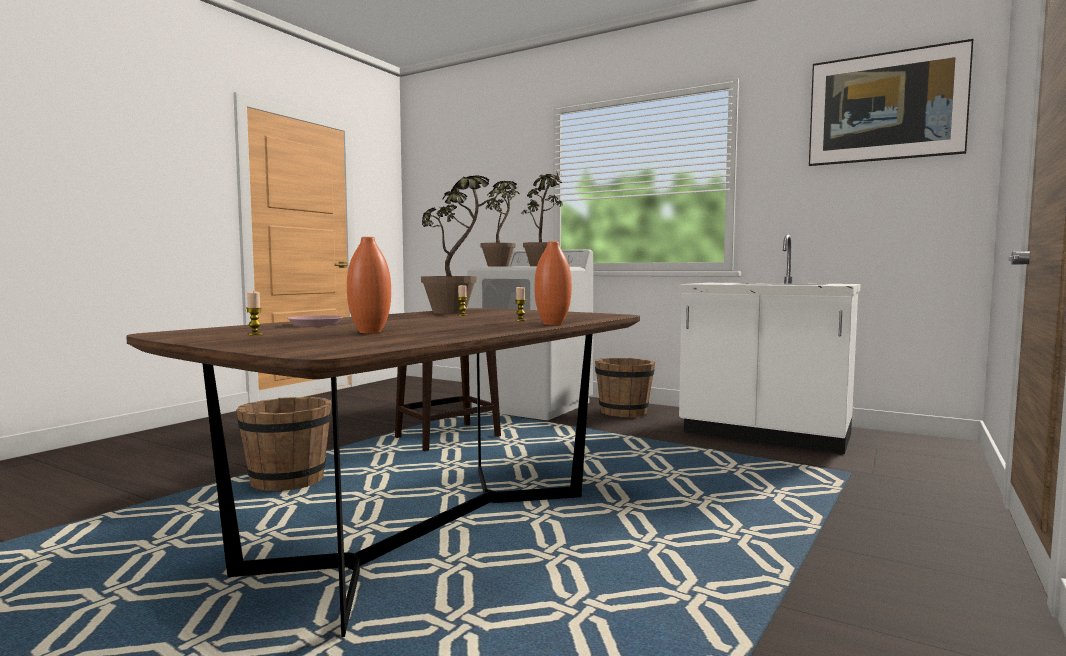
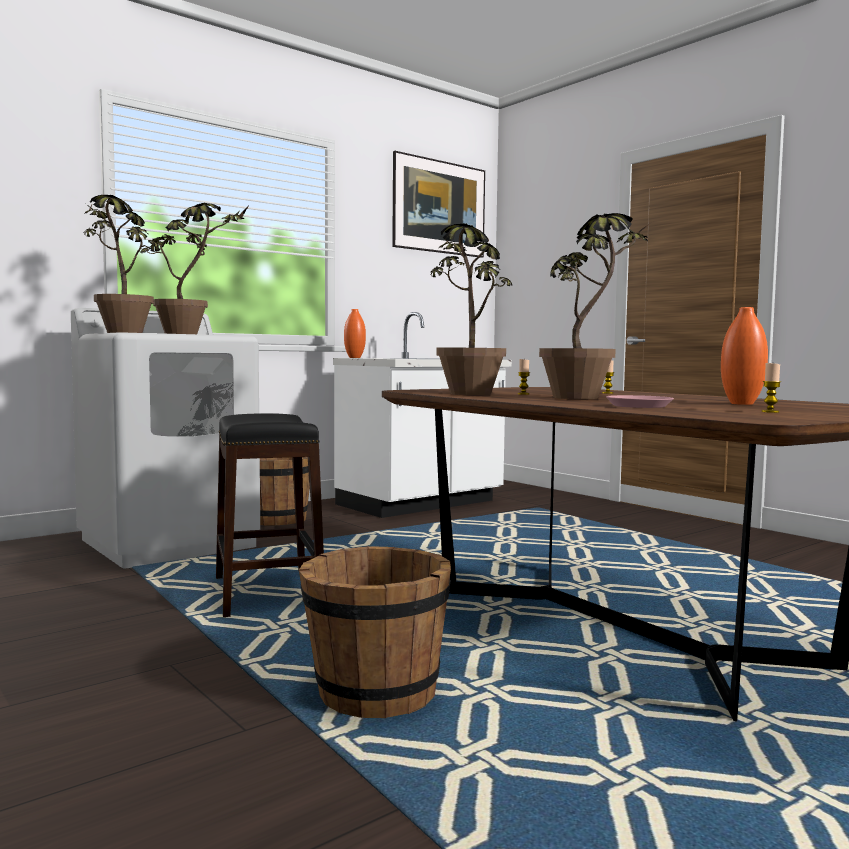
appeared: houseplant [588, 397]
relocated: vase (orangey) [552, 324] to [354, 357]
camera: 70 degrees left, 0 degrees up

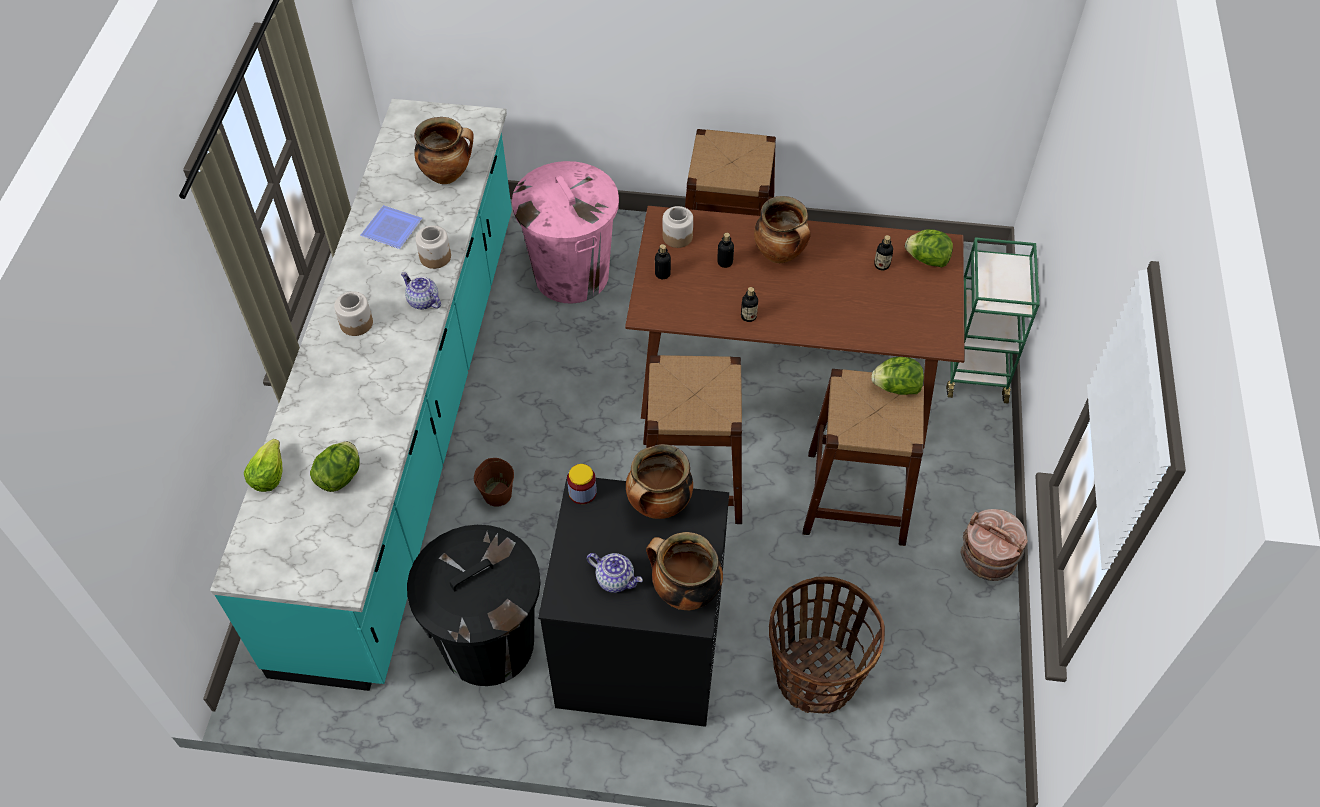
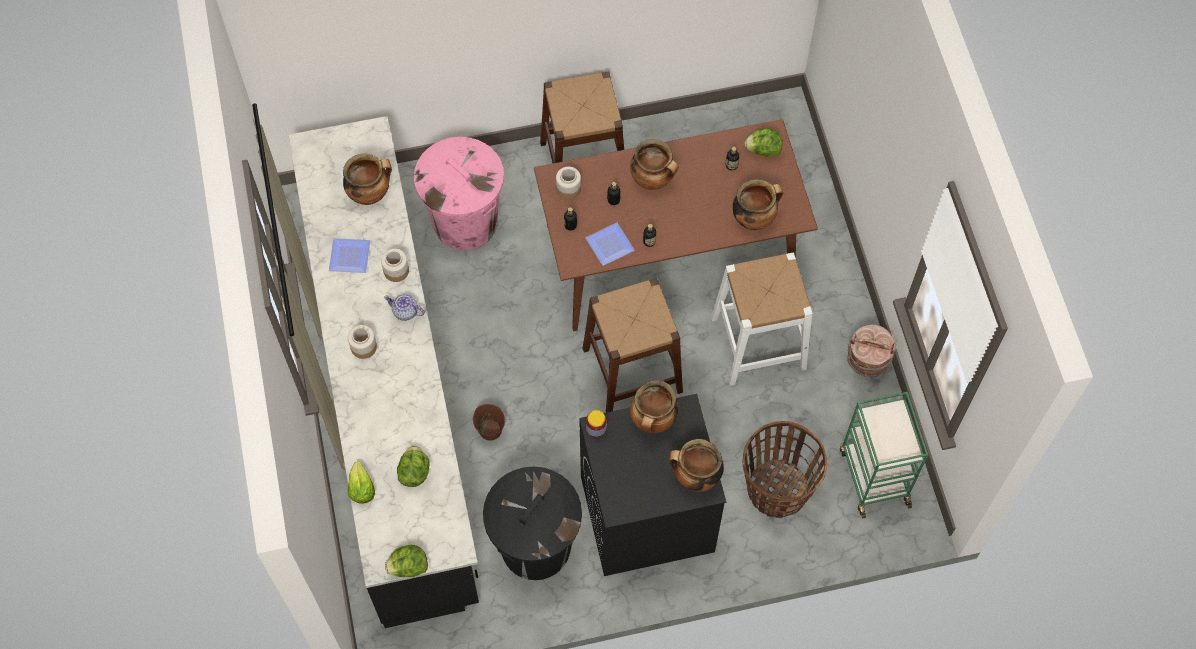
missing: teapot [616, 579]
appeared: saucepot [754, 218]; plate [610, 243]
relocated: trolley (greenish) [975, 364] to [873, 475]; head of lettuce [896, 387] to [408, 567]
colour: counter (turquoise-coloured) [408, 423] to counter (black) [393, 395]; stool seat (brownish) [855, 497] to stool seat (white-coloured) [758, 343]
camera: 20 degrees left, 10 degrees up

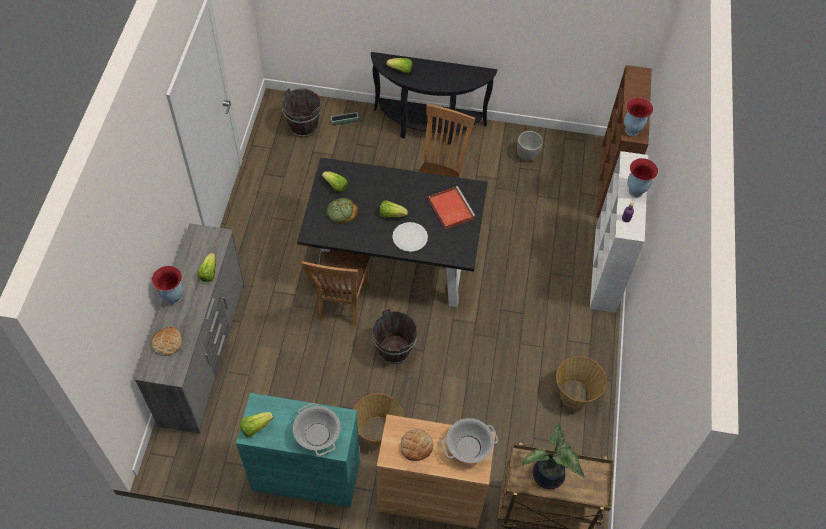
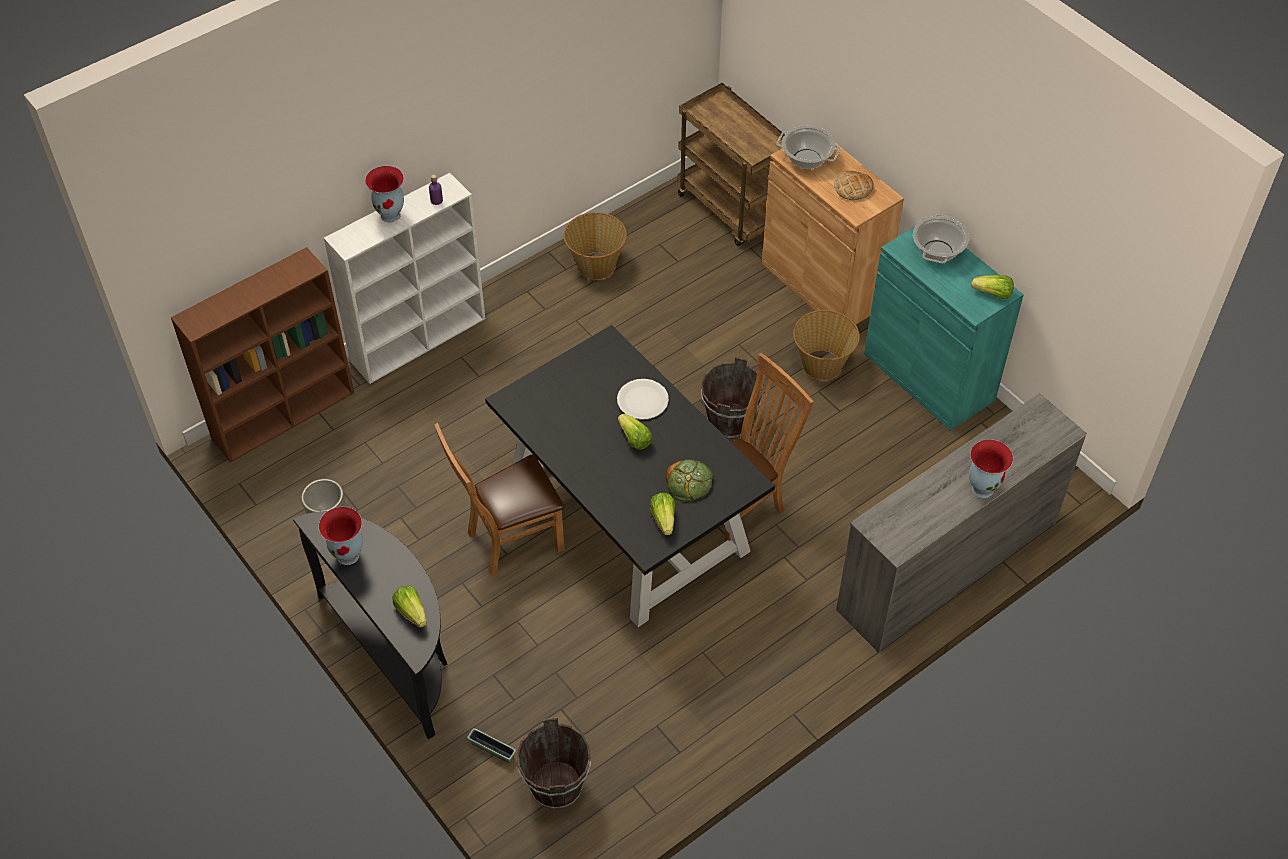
missing: tray (red-coloured) [450, 208]; head of lettuce [209, 272]; baked bread [167, 342]; houseplant [547, 477]
relocated: vase [631, 131] to [349, 555]
camera: 135 degrees left, 5 degrees down

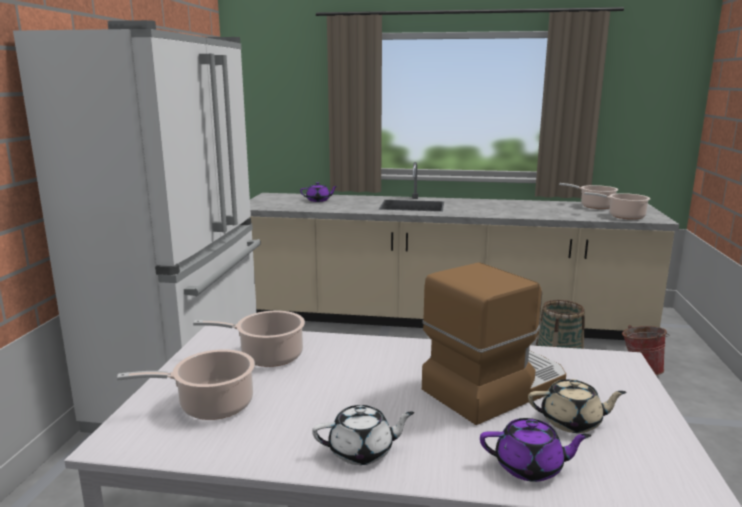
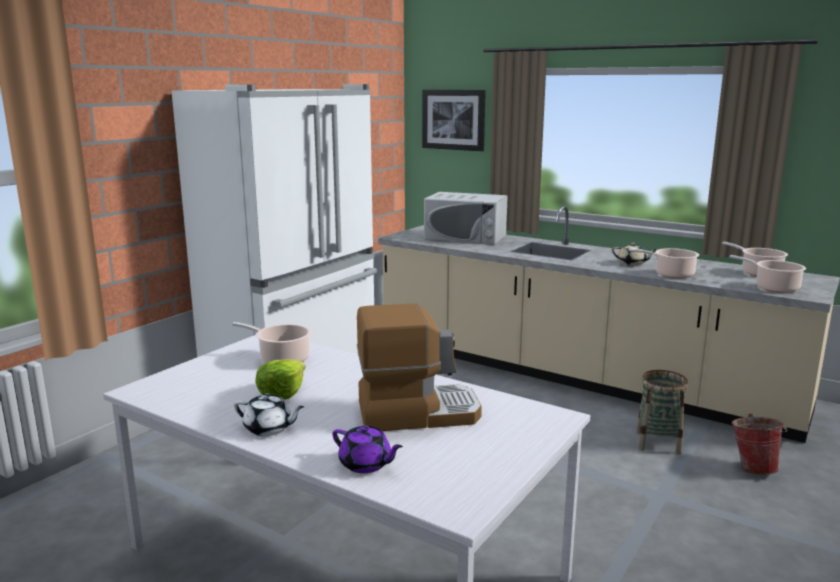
appeared: picture [453, 119]; head of lettuce [281, 393]
relocated: saucepot [211, 405] to [671, 274]; teapot (beige-coloured) [572, 422] to [632, 263]
exchanged: teapot (purplish) [318, 200] to microwave oven (white-coloured) [465, 237]
camera: 25 degrees right, 0 degrees up

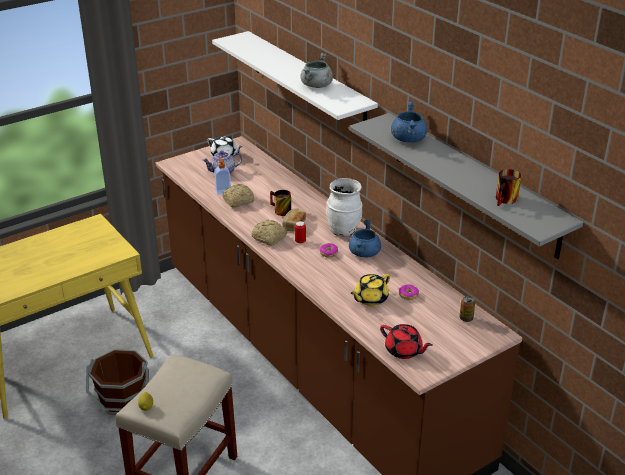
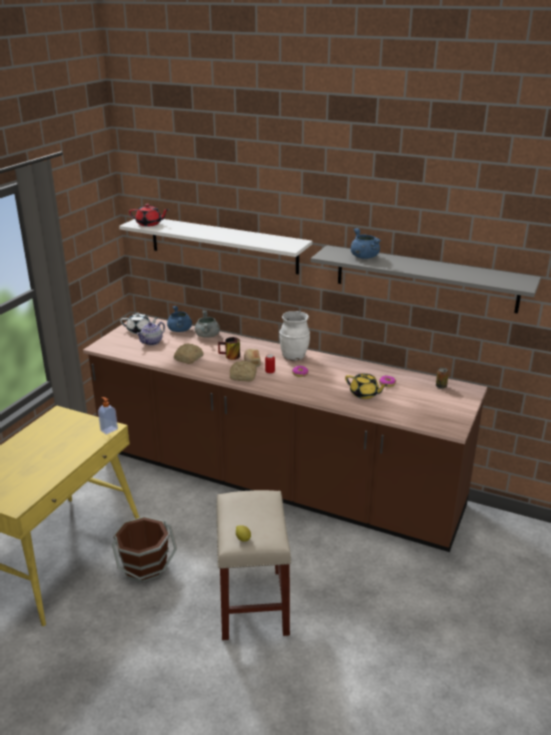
missing: mug [507, 200]
relocated: saucepot (gray) [316, 86] to [207, 336]; soap dispenser [223, 191] to [108, 430]; saucepot (blue) [364, 253] to [180, 330]; teapot (red-coloured) [404, 351] to [149, 224]
spun: teapot (yellow) [370, 299] = [364, 394] 75 degrees counterclockwise
camera: 30 degrees left, 5 degrees down

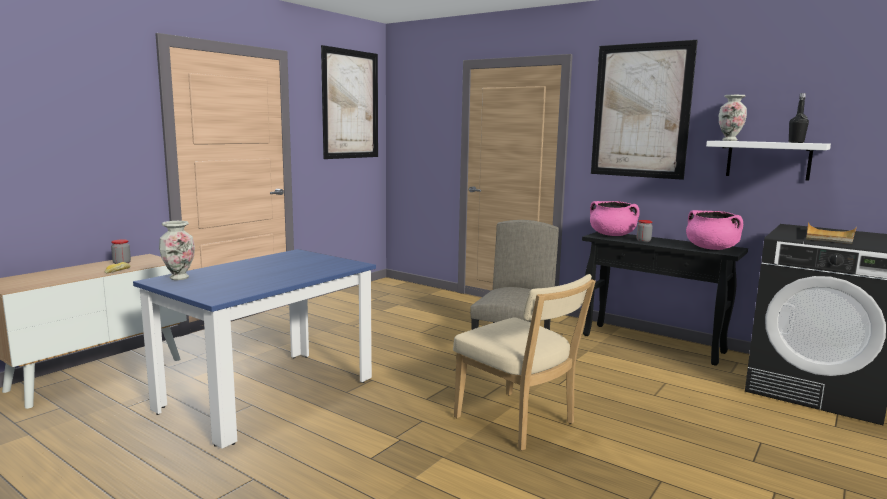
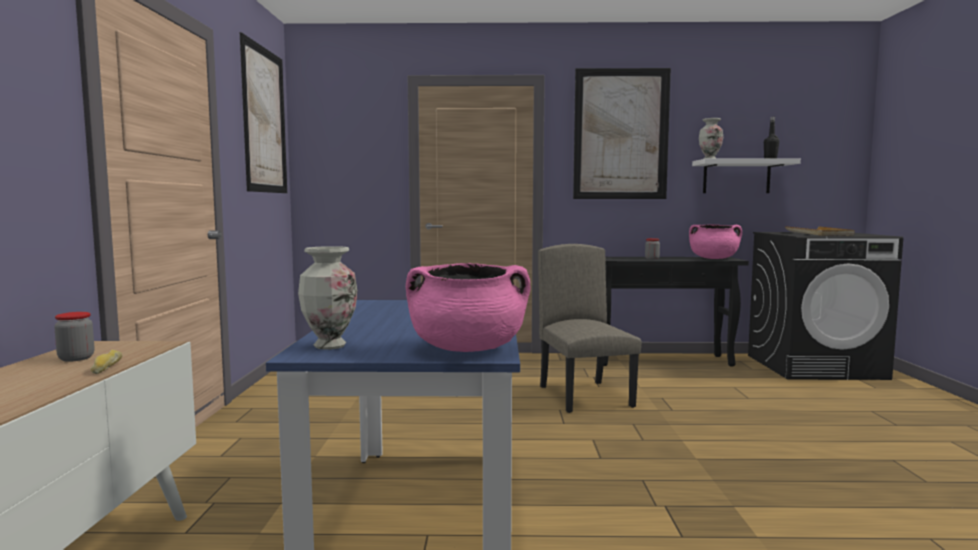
missing: upright chair (beige-coloured) [518, 422]
relocated: saucepot (pink-coloured) [612, 235] to [468, 349]
camera: 35 degrees left, 5 degrees down

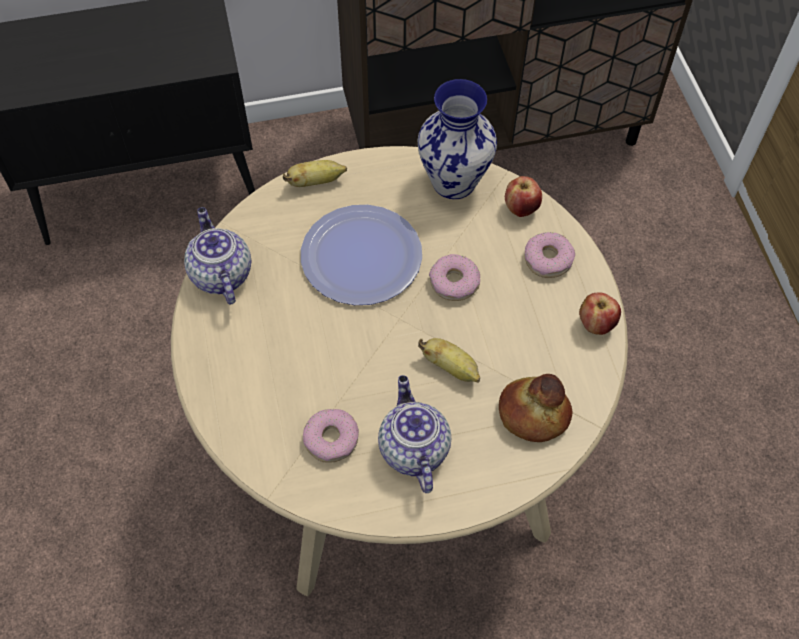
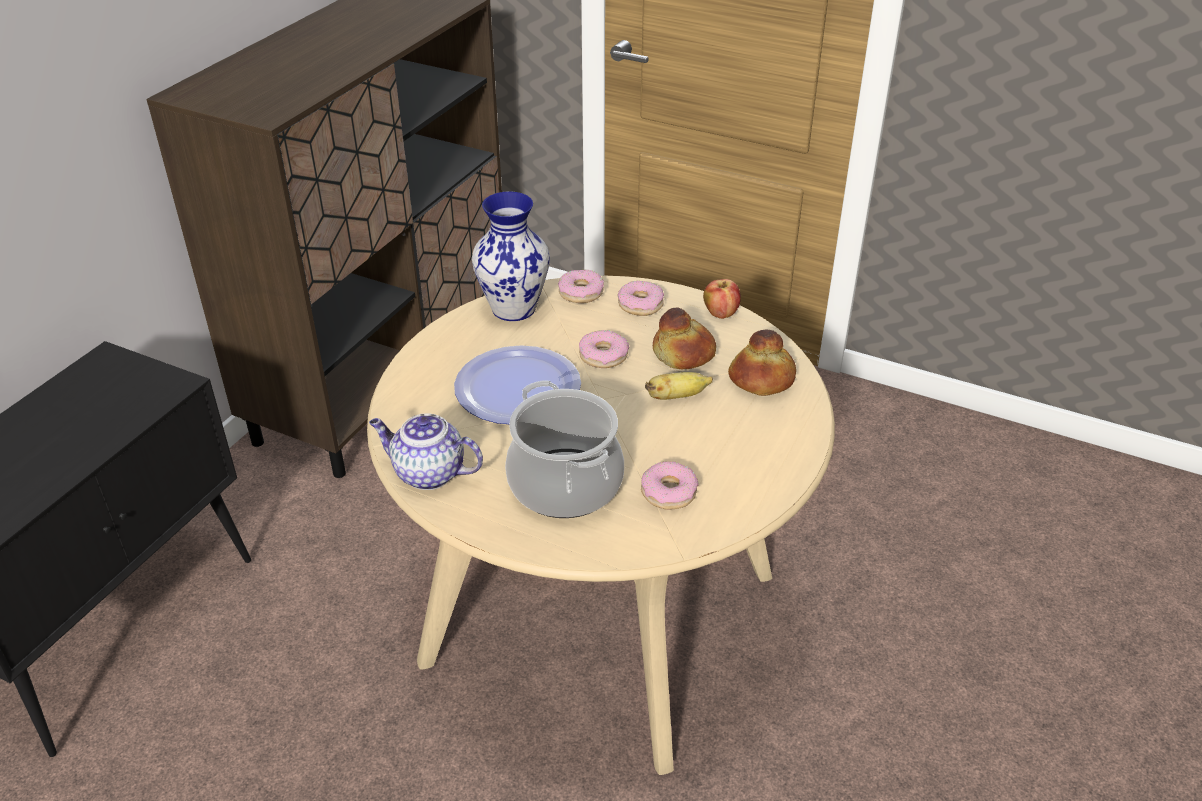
missing: whole banana [316, 182]; teapot [412, 448]
appeared: baked bread [682, 354]; saucepot [566, 484]
exchanged: apple fruit [521, 208] to donut [581, 292]
camera: 50 degrees left, 20 degrees down

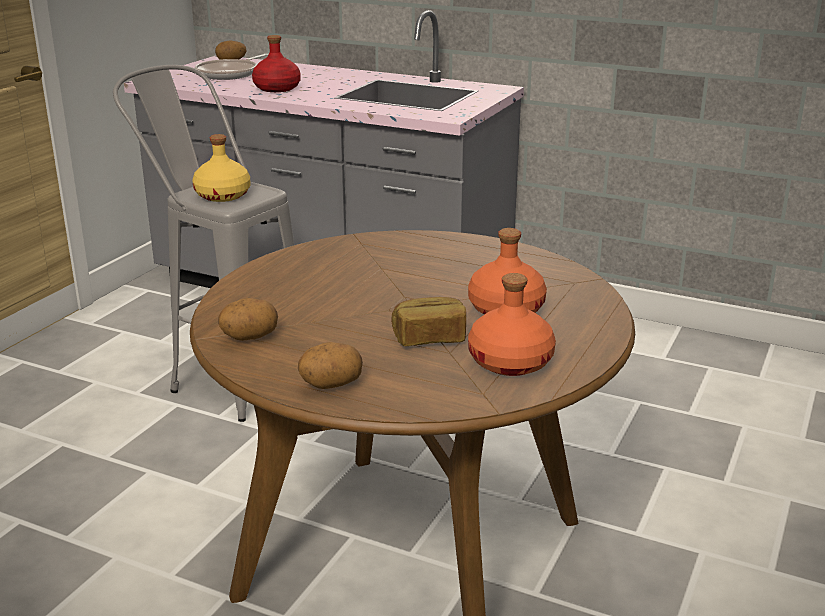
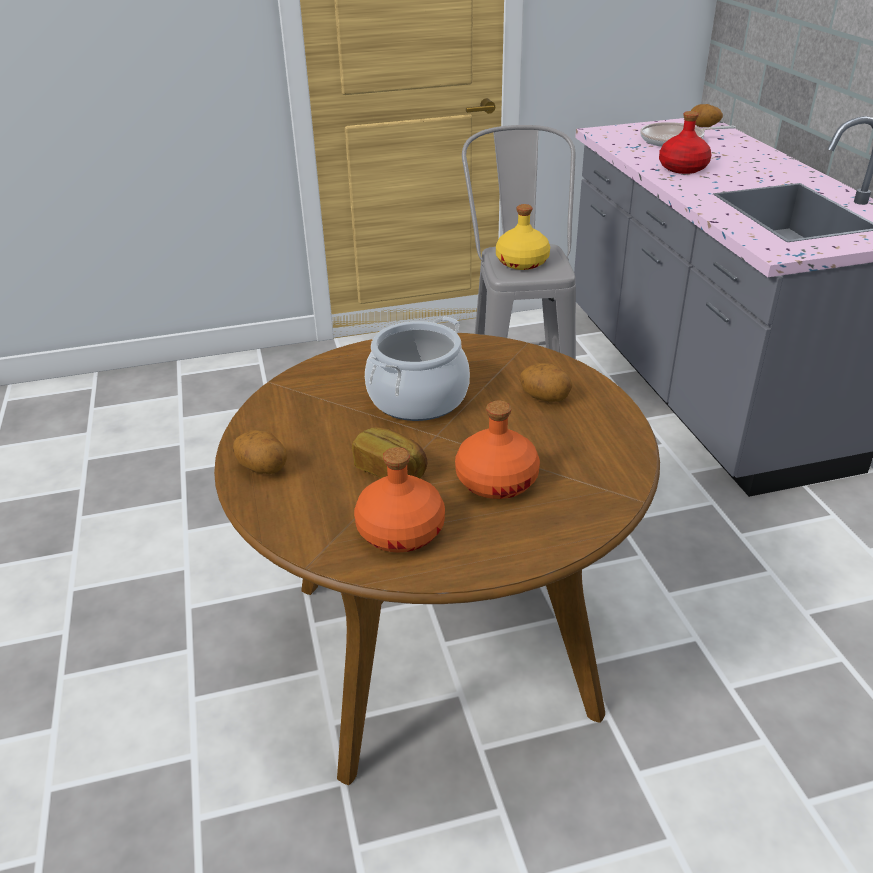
appeared: saucepot [418, 398]
relocated: spud [249, 337] to [545, 398]
camera: 50 degrees right, 10 degrees up

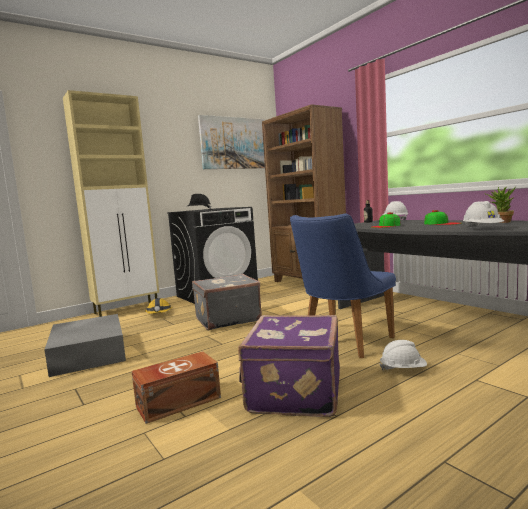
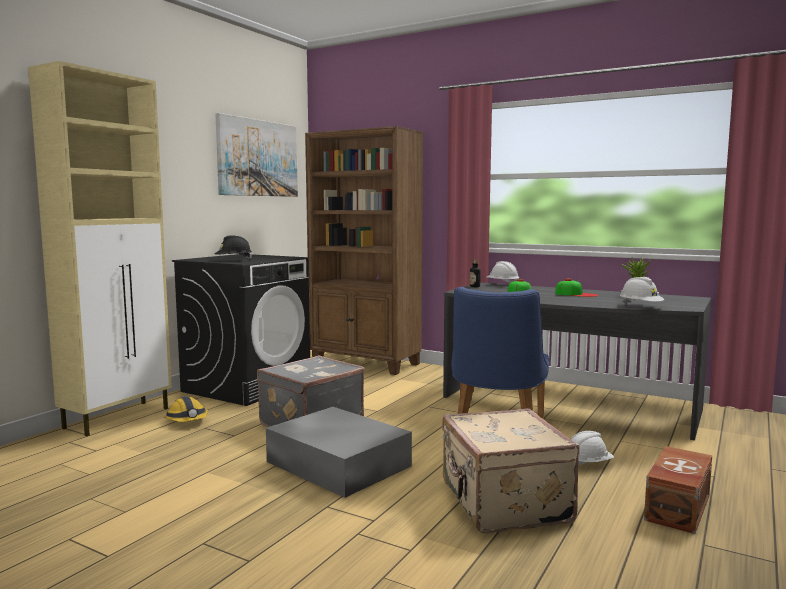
relocated: storage bin (gray) [89, 353] to [337, 463]; storage bin (brownish) [177, 402] to [676, 508]
colour: travel case (purplish) [293, 392] to travel case (beige-coloured) [503, 503]
camera: 25 degrees left, 0 degrees up

